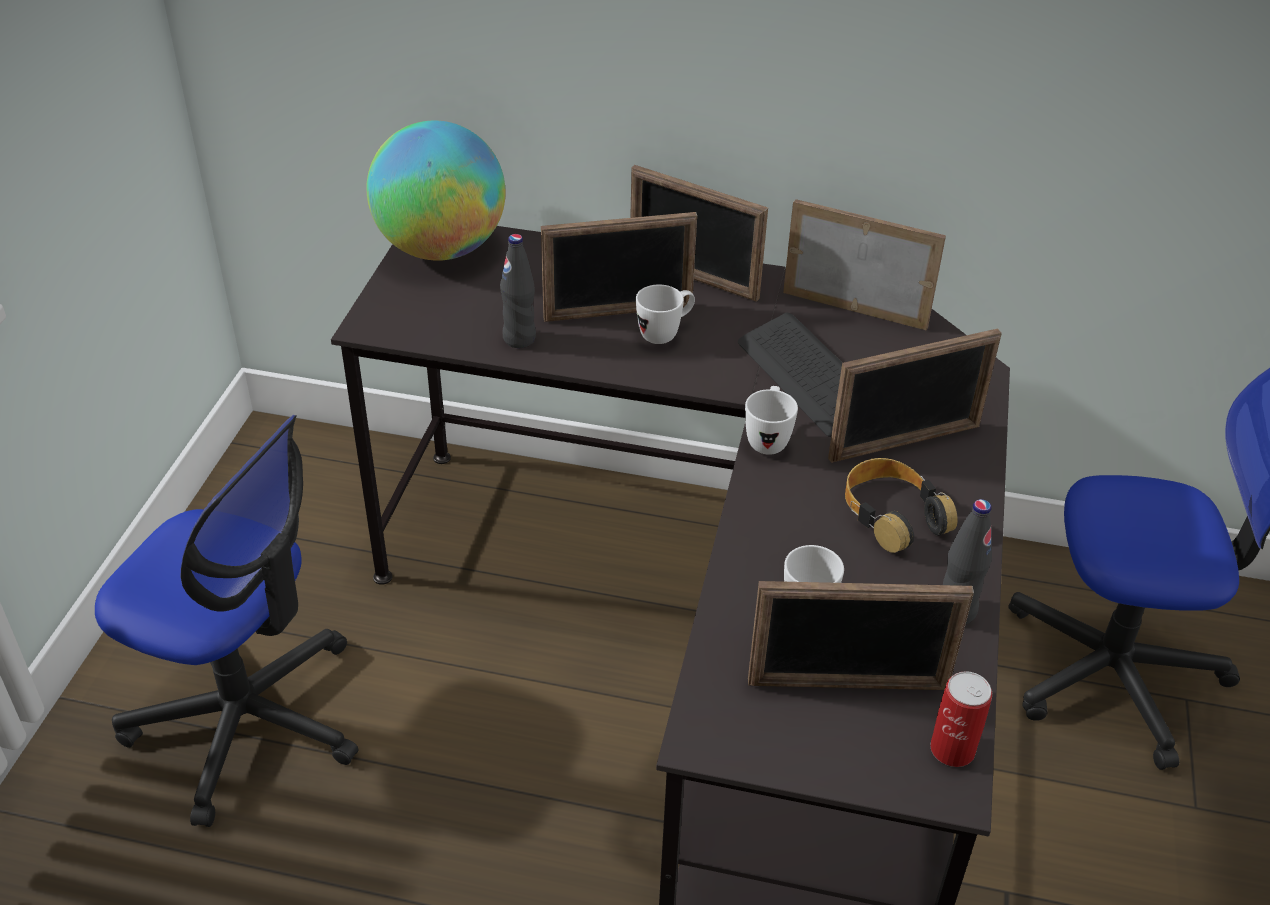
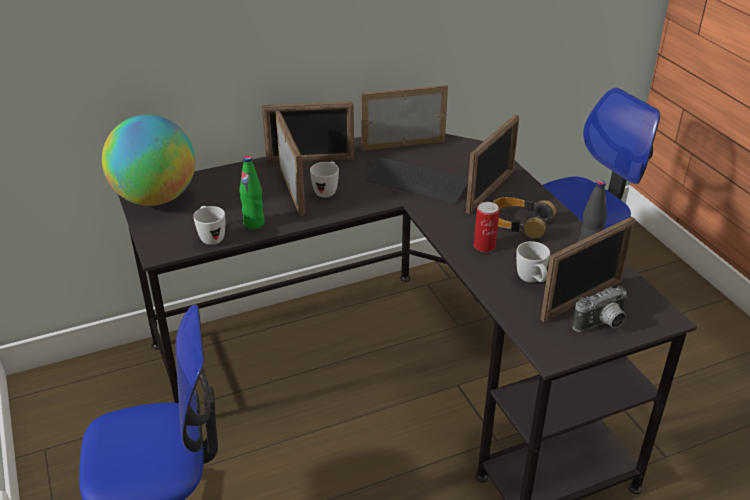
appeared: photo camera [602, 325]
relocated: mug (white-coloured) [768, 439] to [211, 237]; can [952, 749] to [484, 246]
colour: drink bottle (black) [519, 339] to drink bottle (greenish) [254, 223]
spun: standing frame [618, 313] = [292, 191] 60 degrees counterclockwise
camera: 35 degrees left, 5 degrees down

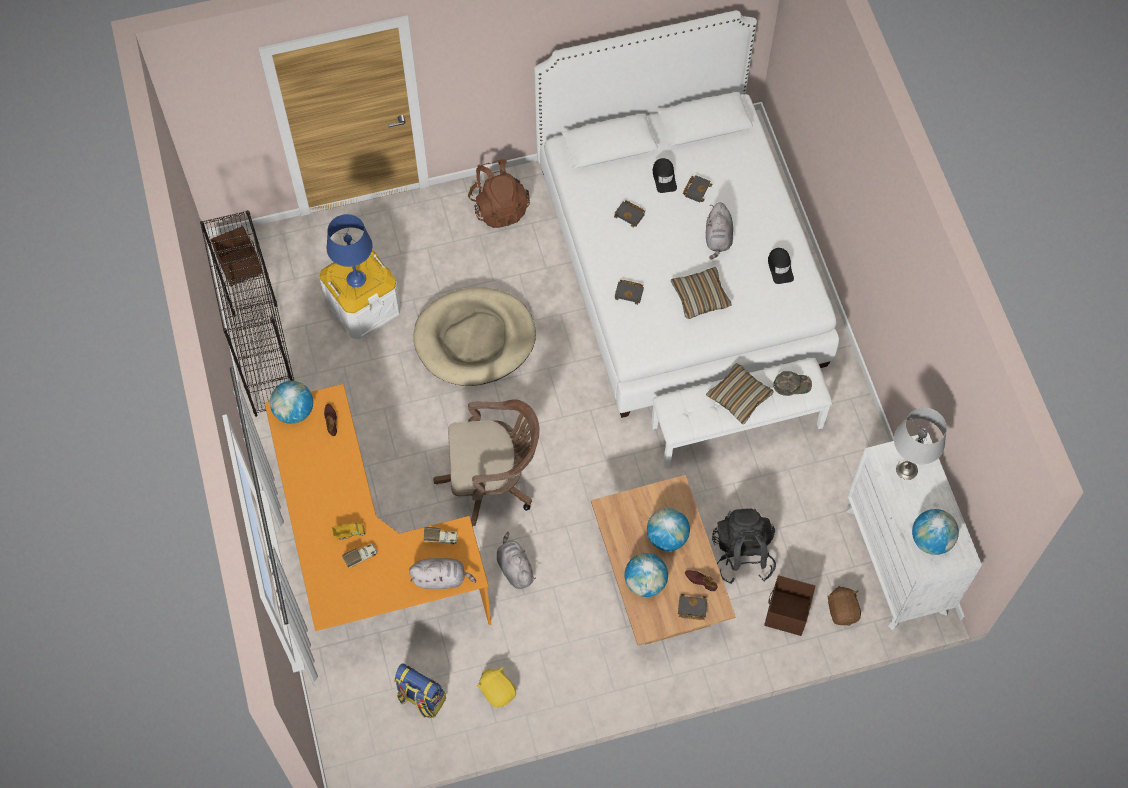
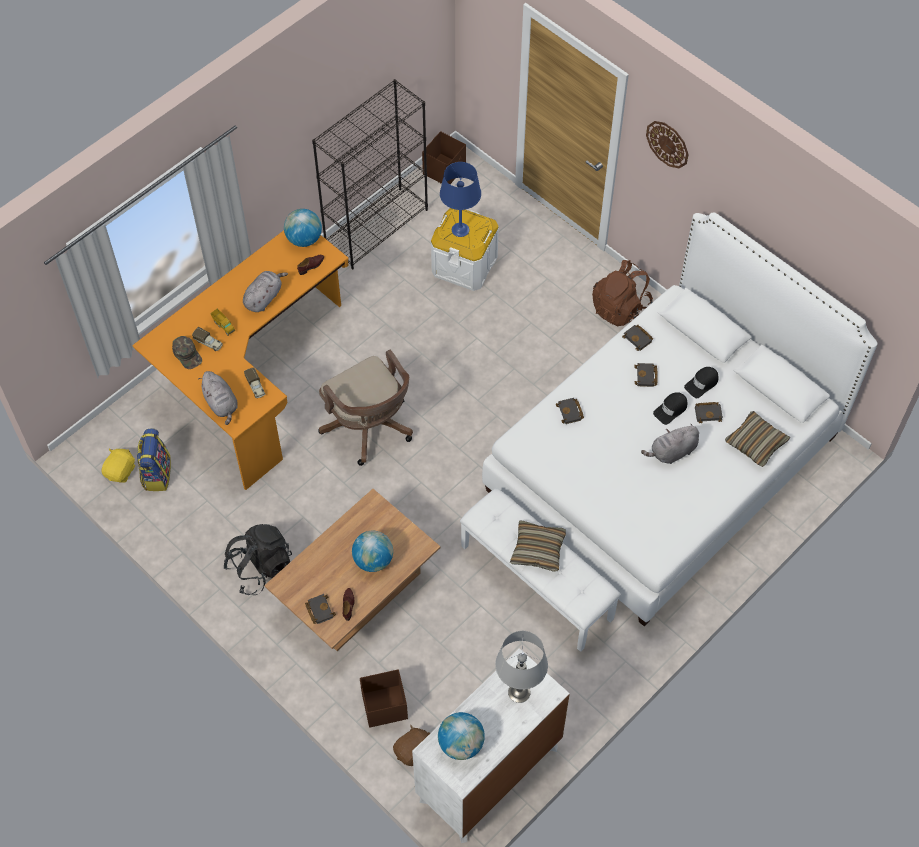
missing: pet bed (beige-coloured) [475, 339]; world globe [645, 582]
appeared: clock on the wall [667, 144]; volume (black) [638, 339]
relocated: cap (black) [780, 267] to [671, 409]; throw pillow [700, 297] to [755, 443]; cap (greenish) [792, 384] to [187, 354]; rucksack (black) [742, 554] to [260, 568]; plush toy (gray) [514, 568] to [264, 298]; plush toy (yellow) [497, 691] to [121, 471]
camera: 60 degrees right, 5 degrees down

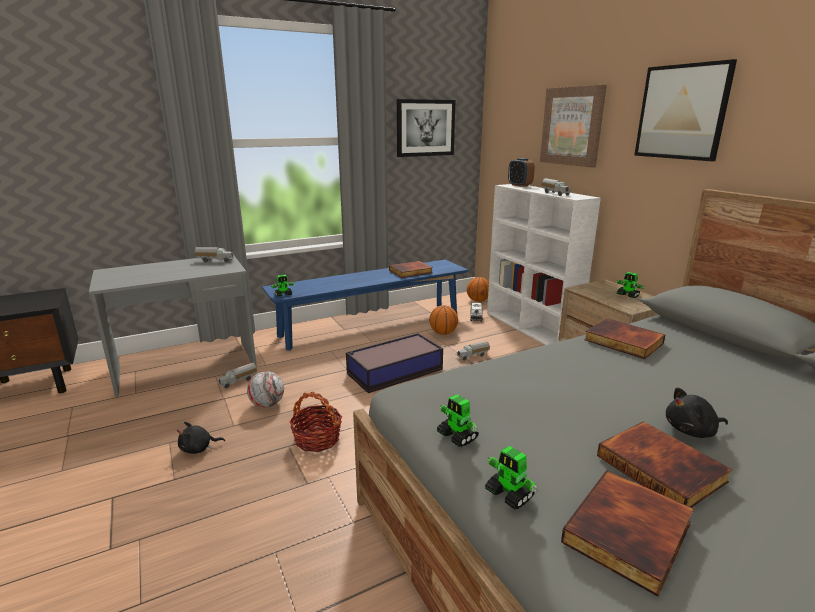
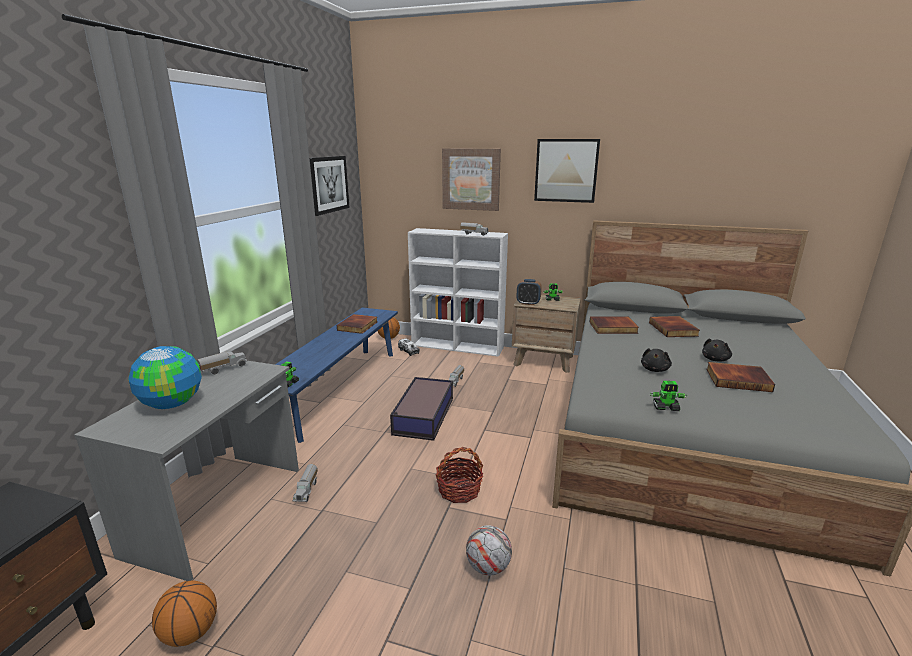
missing: toy robot [509, 494]
appeared: world globe [172, 404]
relocated: table clock [519, 185] to [528, 303]; basketball ball [443, 333] to [190, 633]; football ball [267, 404] to [488, 567]; plush toy (black) [198, 448] to [655, 369]; volume [629, 534] to [674, 329]
camera: 45 degrees left, 0 degrees up

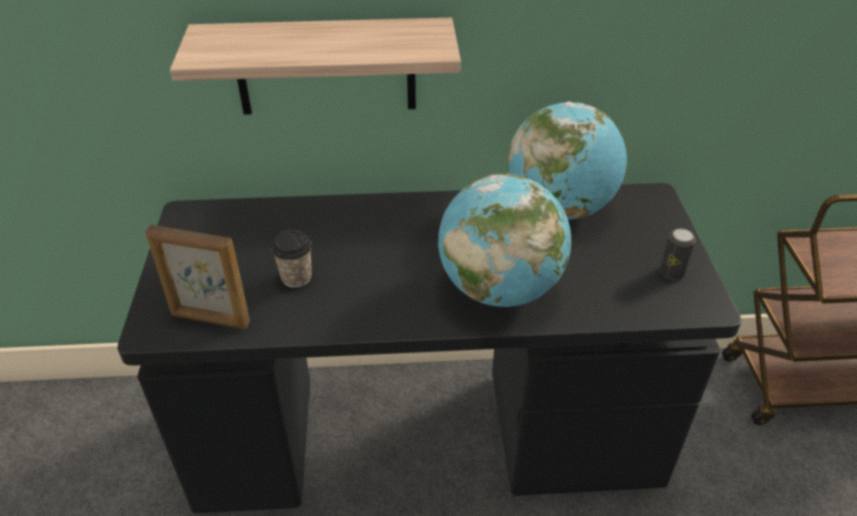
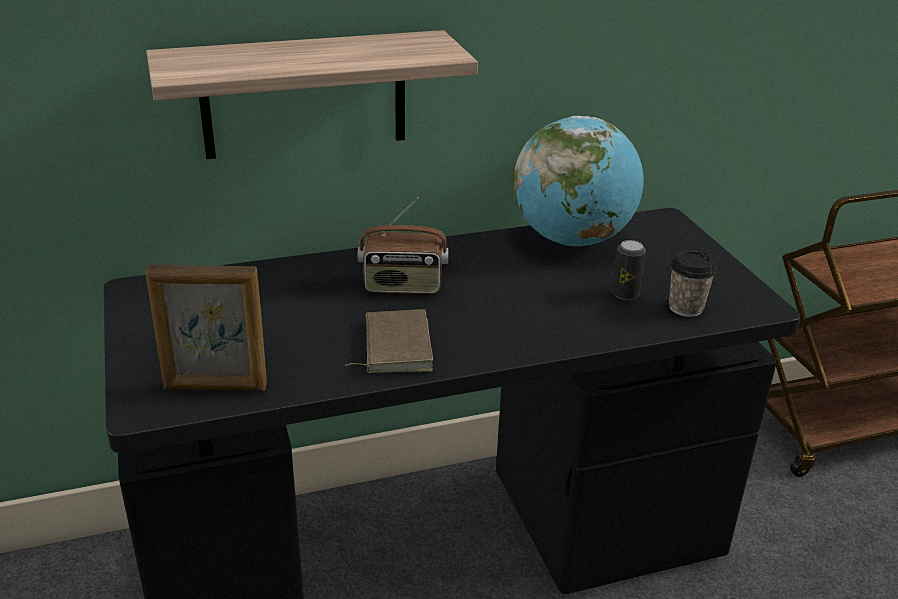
missing: world globe [499, 289]
appeared: radio receiver [403, 286]; volume (brownish) [394, 346]
relocated: can [672, 272] to [625, 293]; small cup [296, 277] to [685, 308]
camera: 15 degrees left, 10 degrees down

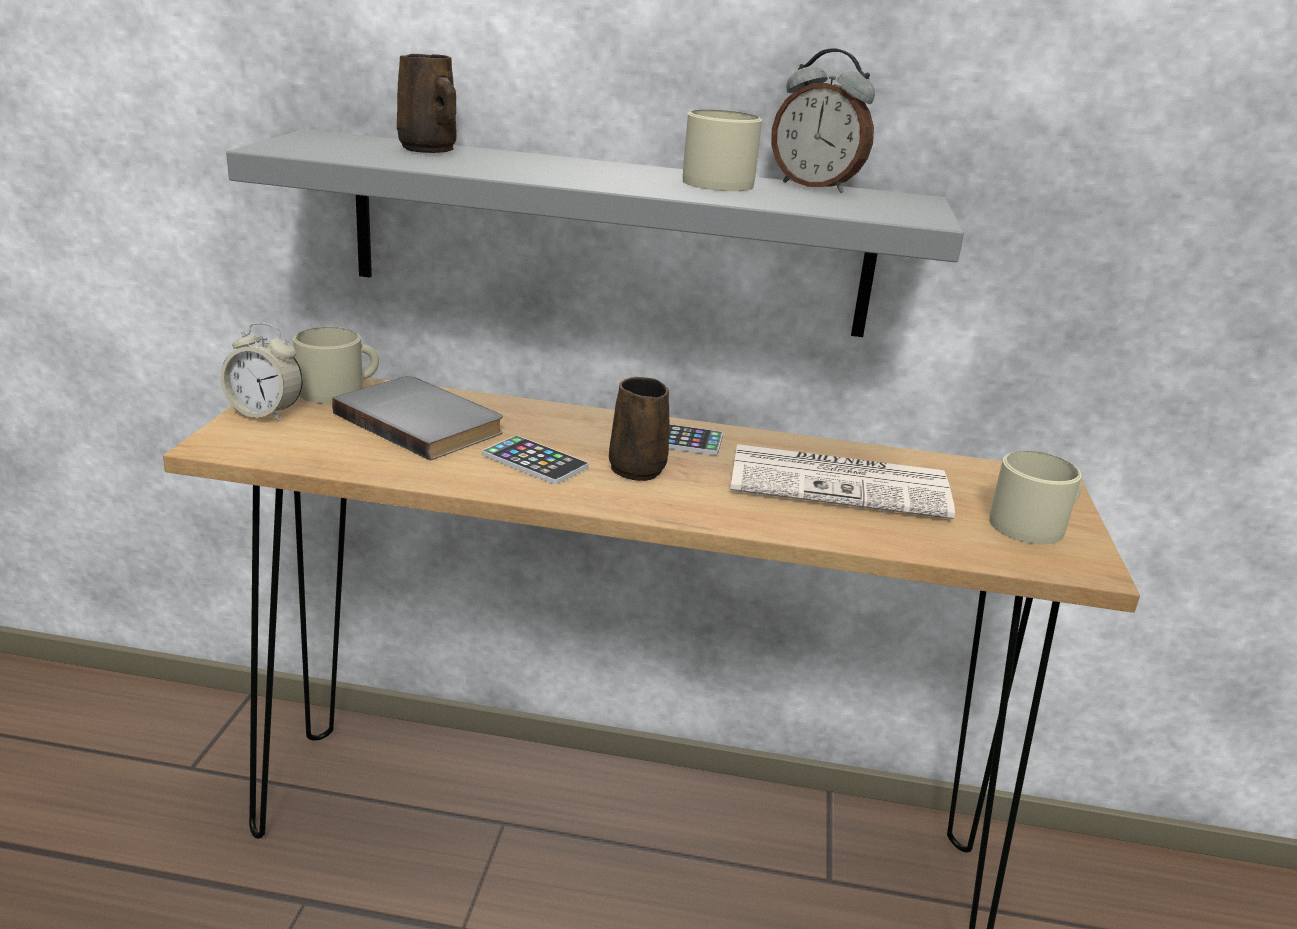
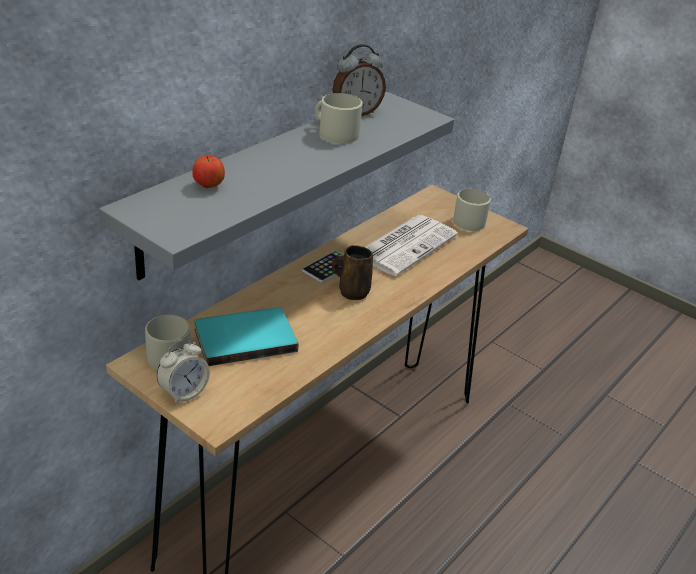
missing: handset [535, 461]
exchanged: mug (brownish) [429, 150] to apple fruit [208, 186]
colour: volume (gray) [423, 422] to volume (turquoise-coloured) [244, 338]
camera: 60 degrees left, 10 degrees up

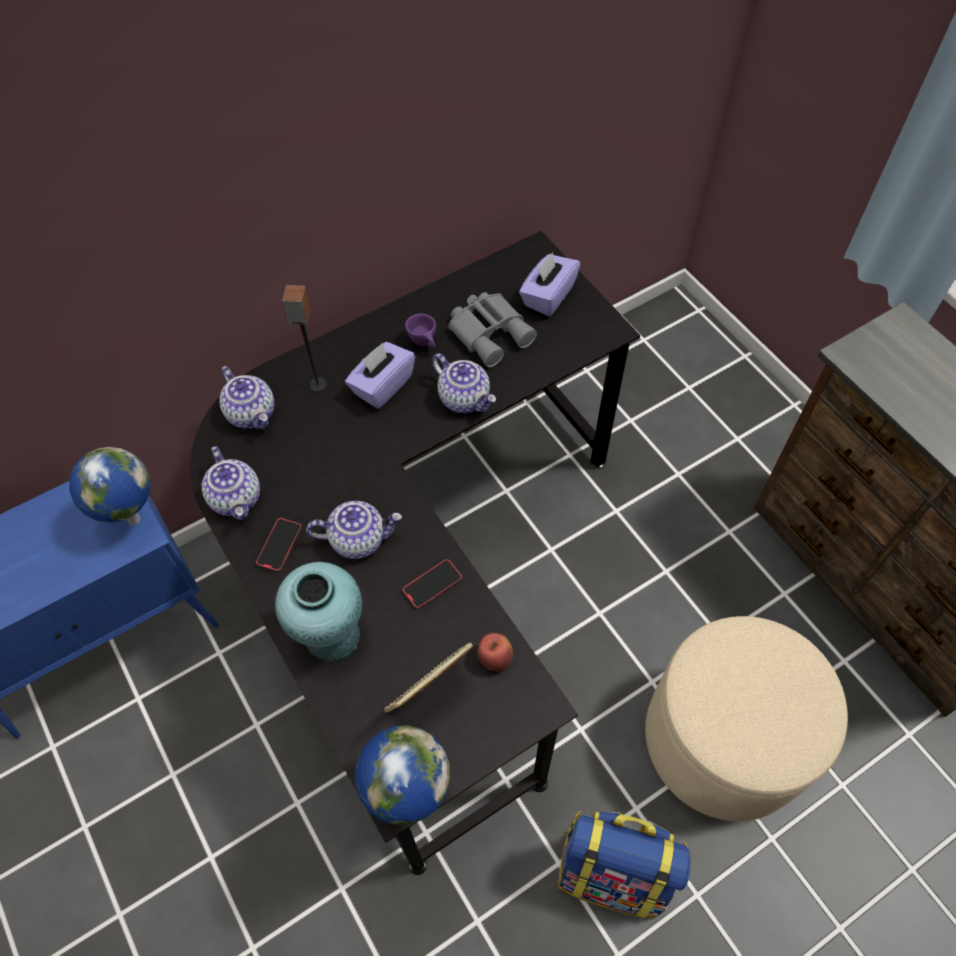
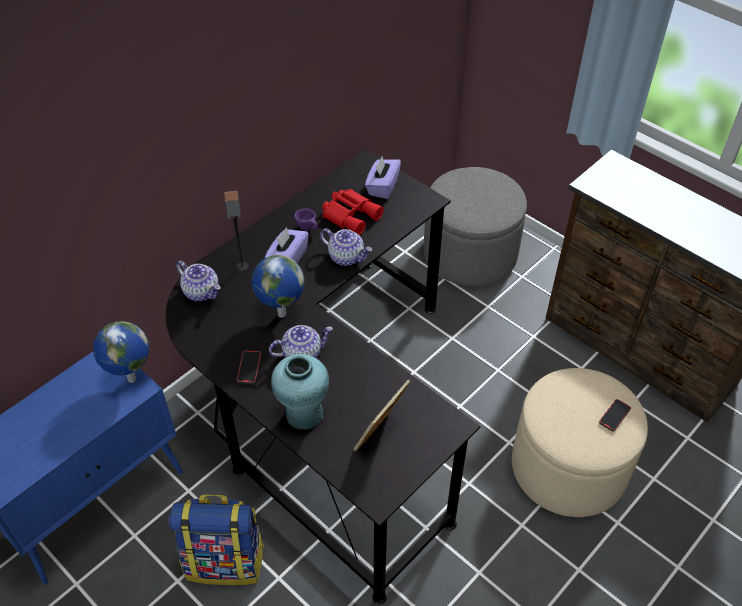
missing: teapot [237, 498]; apple fruit [495, 658]
appeared: ottoman (gray) [470, 254]
relocated: handset [432, 585] to [614, 416]; world globe [407, 794] to [280, 314]; rucksack [613, 871] to [226, 561]
colour: pair of binoculars (gray) [491, 332] to pair of binoculars (red-coloured) [351, 214]
camera: 15 degrees left, 10 degrees down

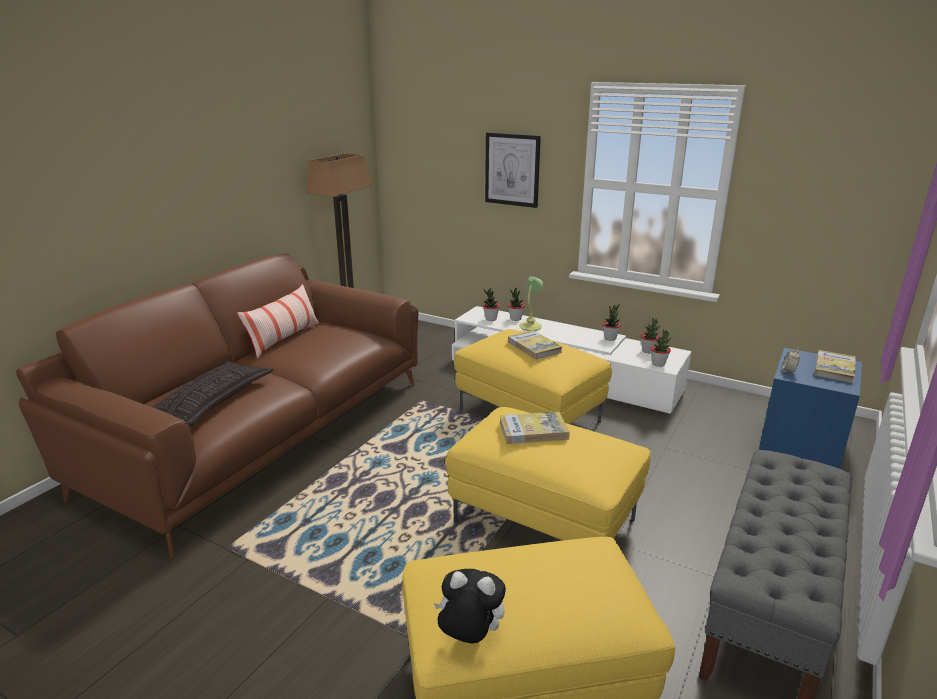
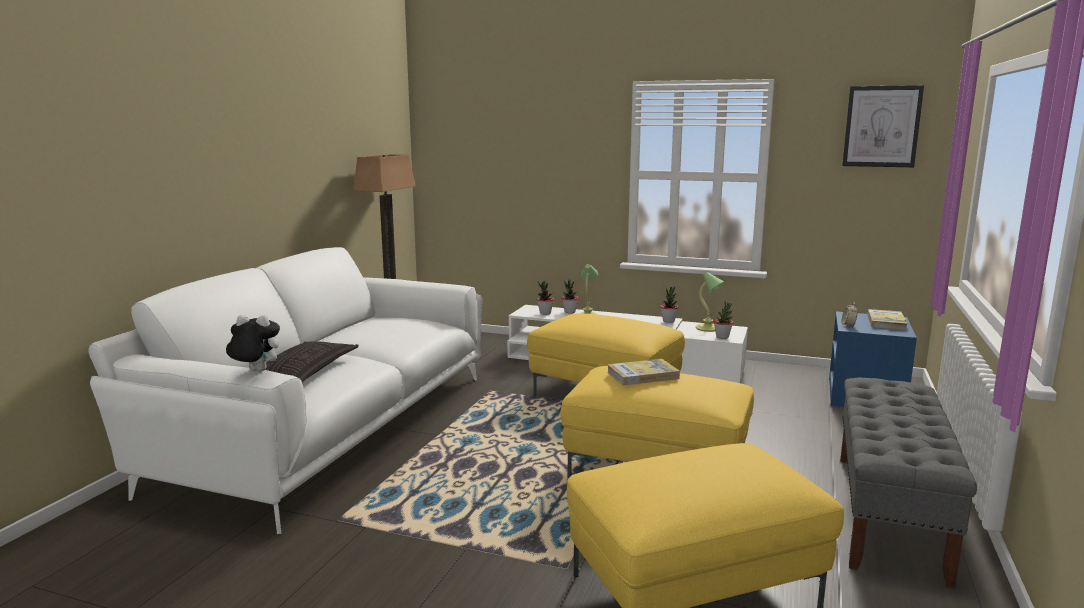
missing: throw pillow [284, 339]; volume [534, 347]
relocated: picture [512, 169] to [881, 126]; plush toy [469, 637] to [255, 371]
exchanged: houseplant [648, 351] to tabletop lamp [708, 329]
colour: settee (brownish) [261, 432] to settee (white-coloured) [329, 427]
camera: 10 degrees left, 10 degrees down

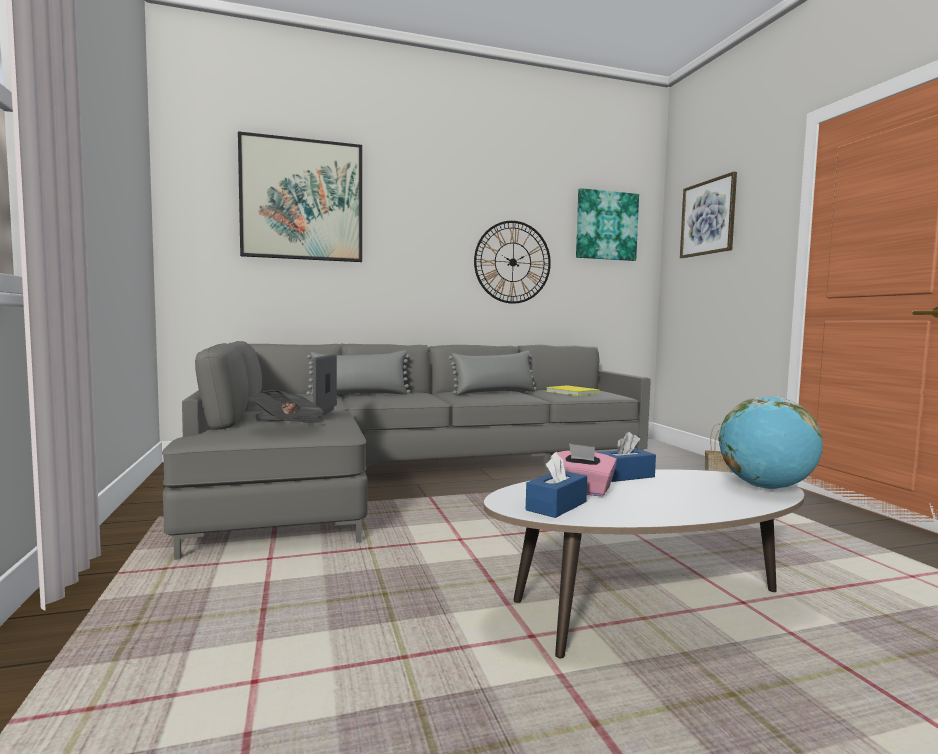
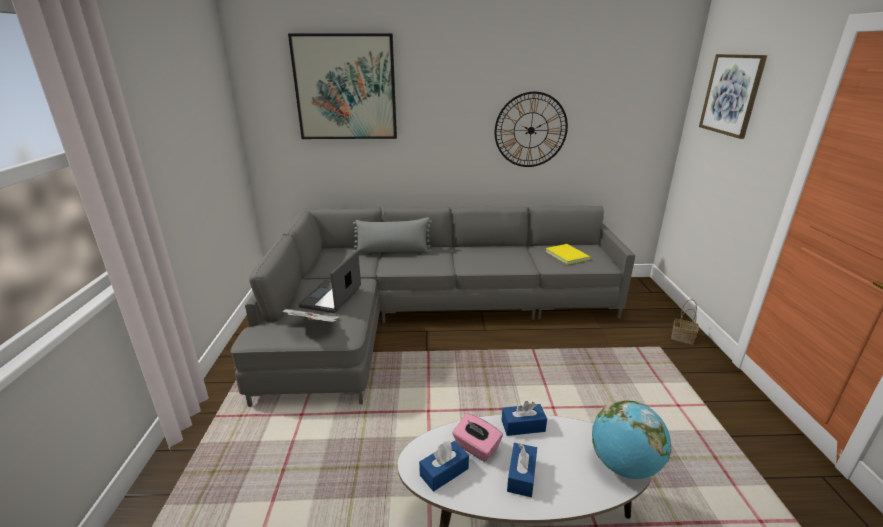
missing: picture [606, 226]; throw pillow (gray) [494, 392]
appeared: box of tissues (blue) [521, 475]
camera: 15 degrees right, 20 degrees up

